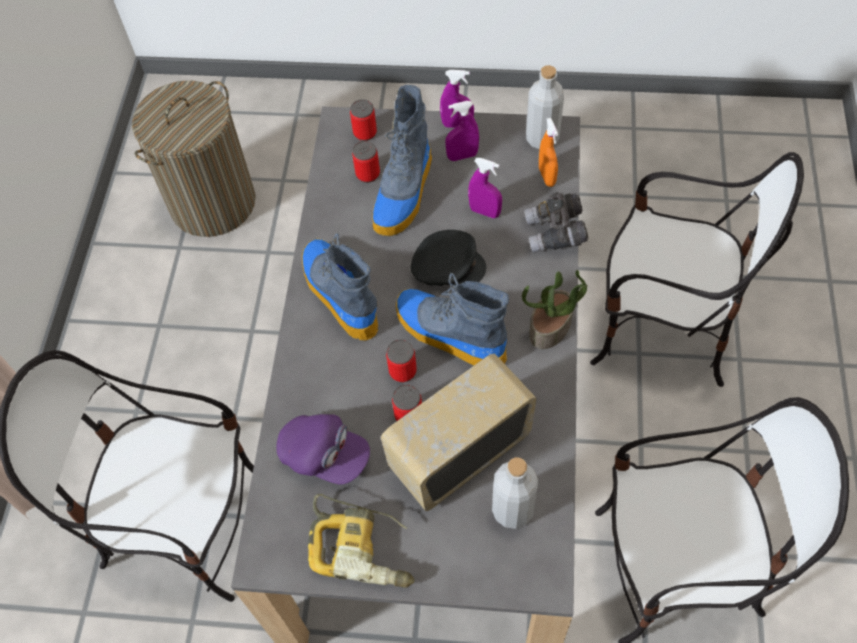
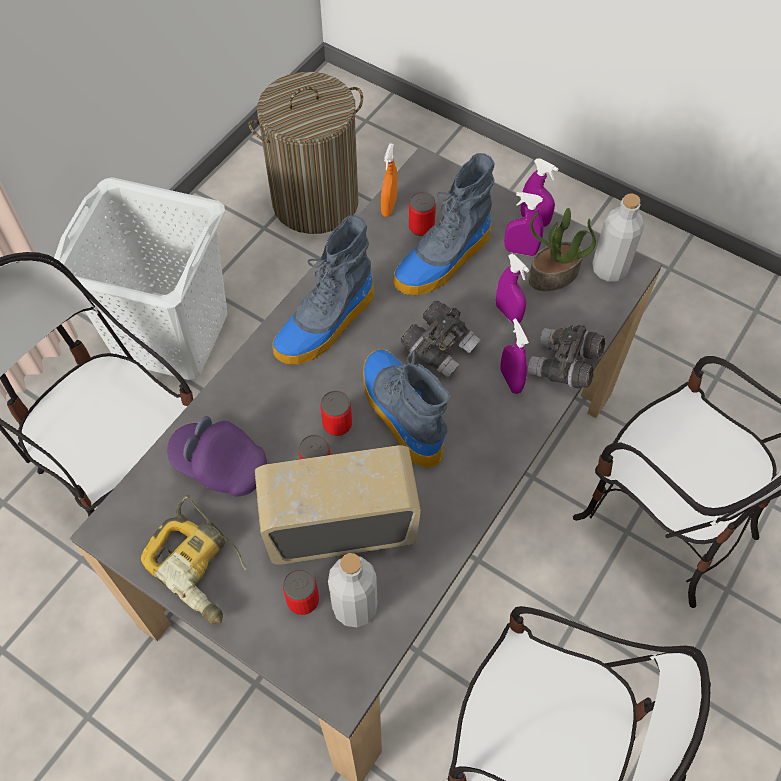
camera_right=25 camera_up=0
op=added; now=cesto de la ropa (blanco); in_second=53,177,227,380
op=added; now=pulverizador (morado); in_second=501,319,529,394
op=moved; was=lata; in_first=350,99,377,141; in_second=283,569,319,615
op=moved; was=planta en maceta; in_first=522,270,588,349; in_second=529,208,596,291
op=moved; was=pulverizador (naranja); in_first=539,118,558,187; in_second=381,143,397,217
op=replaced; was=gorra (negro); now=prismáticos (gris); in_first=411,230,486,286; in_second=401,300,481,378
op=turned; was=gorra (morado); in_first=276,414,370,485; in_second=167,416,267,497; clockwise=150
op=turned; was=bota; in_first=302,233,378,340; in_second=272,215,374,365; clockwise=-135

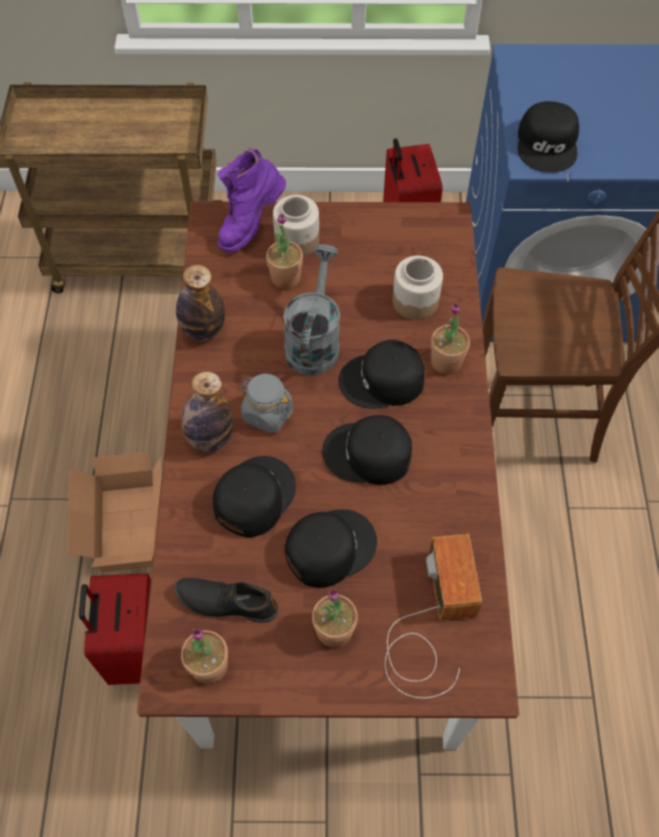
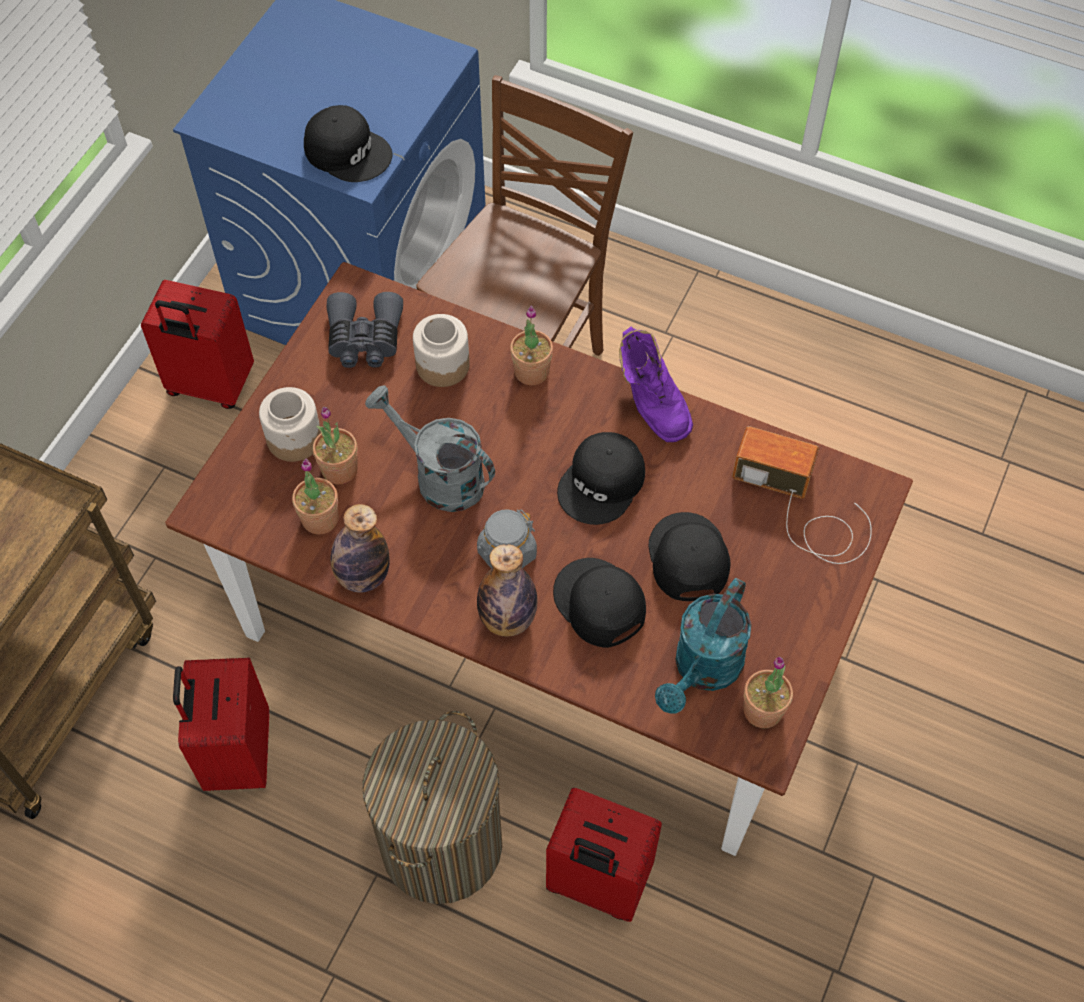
camera_right=-65 camera_up=0
op=removed; was=gorra (negro); in_first=339,340,425,409
op=added; now=maleta (rojo); in_second=173,658,269,791
op=added; now=prismáticos (gris); in_second=326,292,403,368
op=moved; was=bota (morado); in_first=218,148,286,252; in_second=619,326,693,442
op=moved; was=planta en maceta; in_first=312,590,358,648; in_second=292,459,339,534
op=replaced; was=caja de cartón; now=cesto de la ropa; in_first=67,452,162,572; in_second=363,711,502,904
op=replaced; was=zapato (negro); now=regadera (turquesa); in_first=174,578,278,623; in_second=655,578,752,714

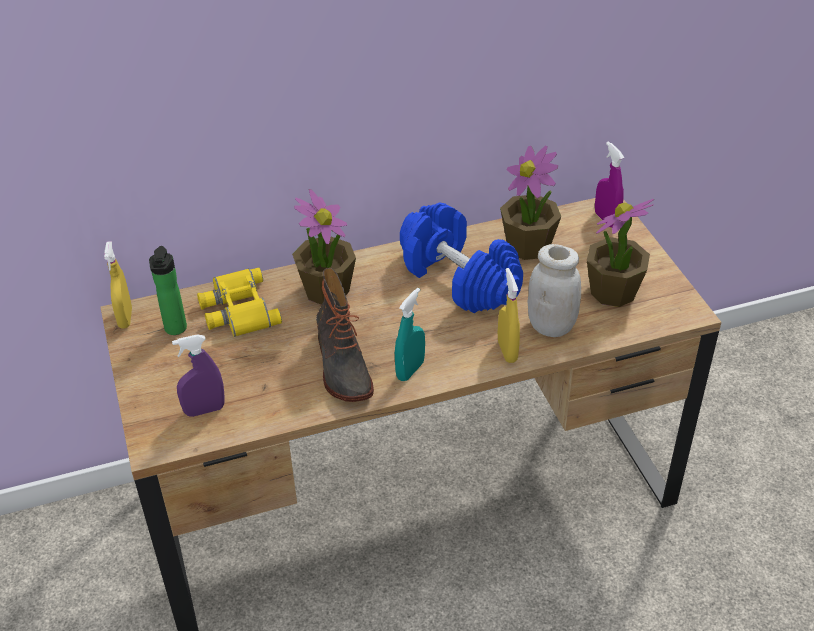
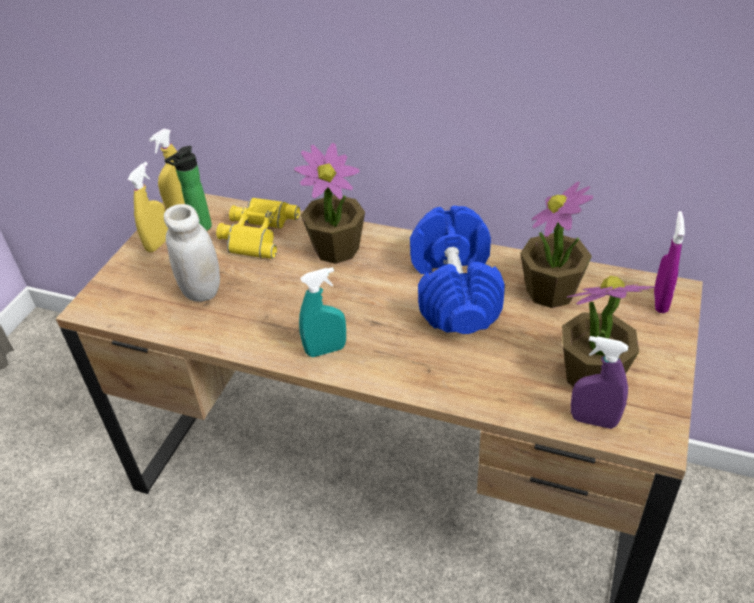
camera_right=40 camera_up=0
op=removed; was=bota; in_first=316,268,374,402
op=moved; was=pulverizador (morado); in_first=172,334,225,417; in_second=571,336,628,429
op=moved; was=pulverizador (amarillo); in_first=498,268,520,363; in_second=127,162,168,253
op=moved; was=tarro (blanco); in_first=528,244,581,337; in_second=164,204,220,302

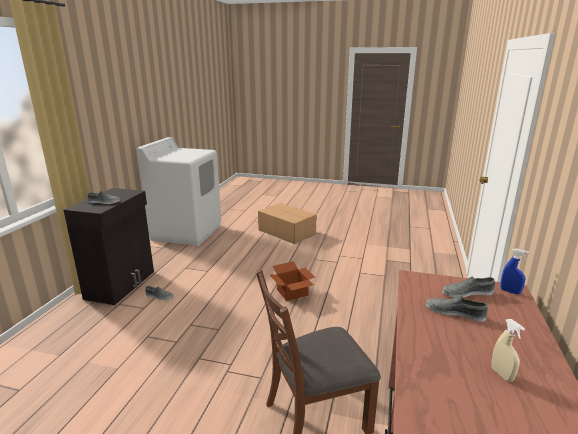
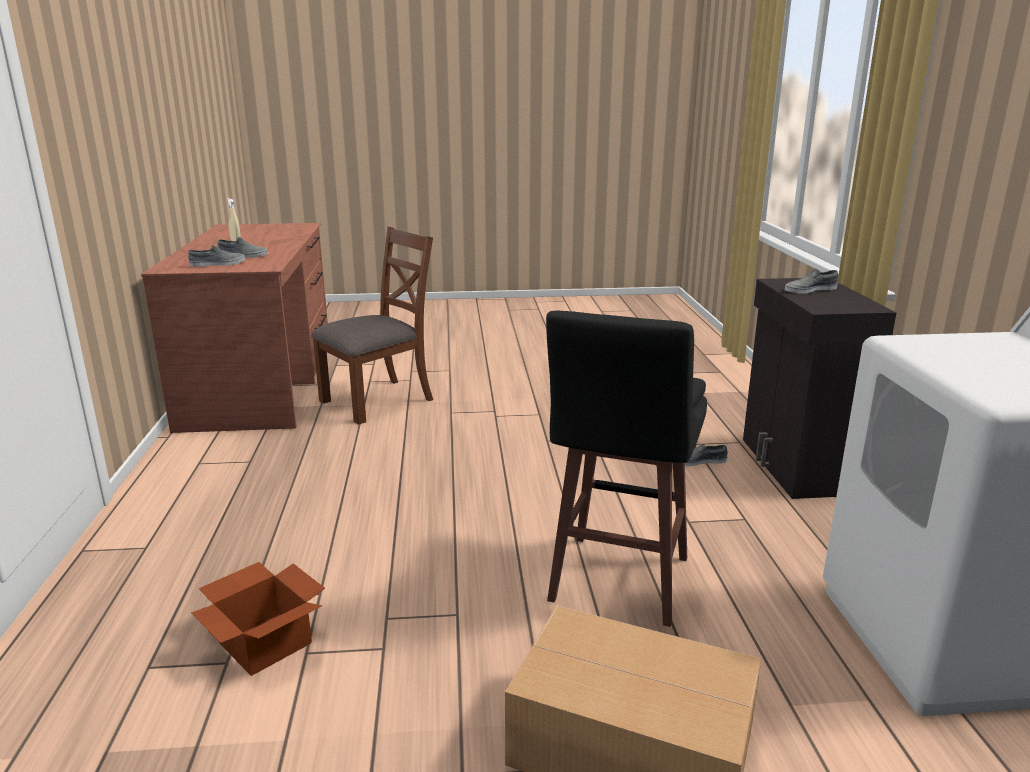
camera_right=160 camera_up=0
op=removed; was=pulverizador (azul); in_first=500,248,529,294
op=added; now=taburete (negro); in_second=546,311,707,627
op=moved; was=caja de cartón; in_first=270,261,315,301; in_second=191,562,325,676

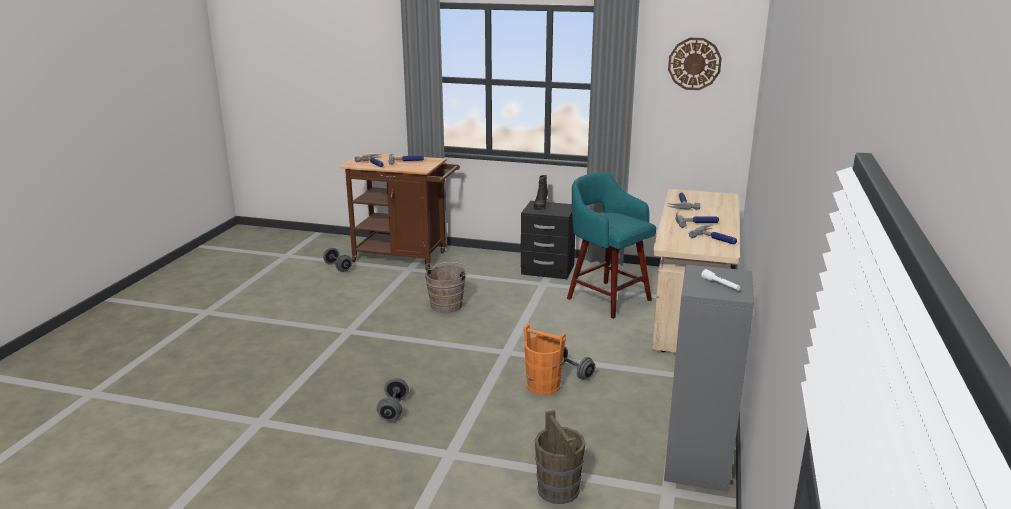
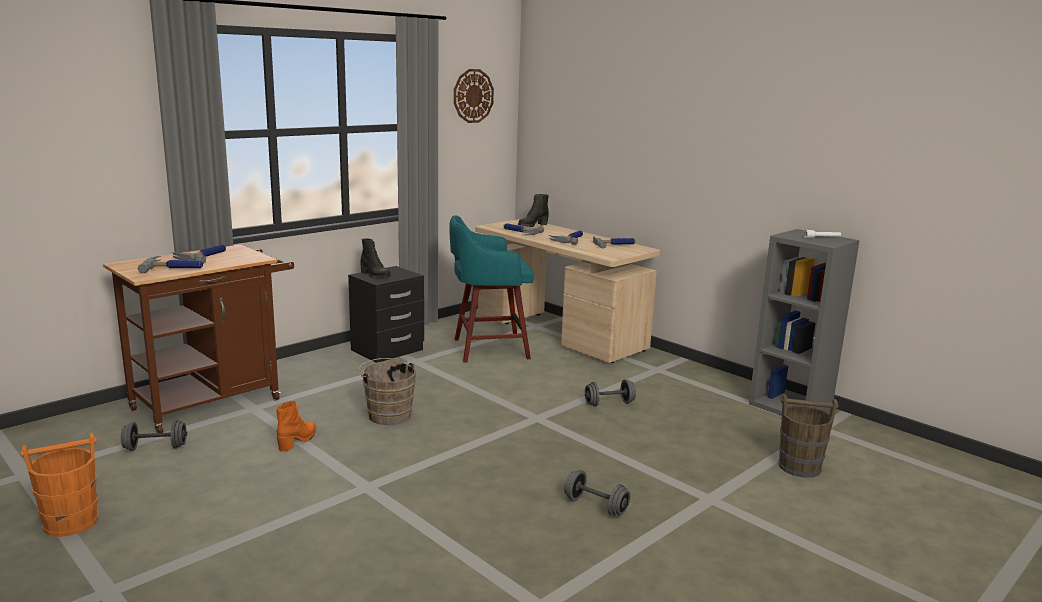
camera_right=-60 camera_up=-5
op=added; now=bota (naranja); in_second=276,401,316,452
op=added; now=bota (negro); in_second=518,194,549,227
op=moved; was=cubo (naranja); in_first=524,324,566,395; in_second=20,433,98,537

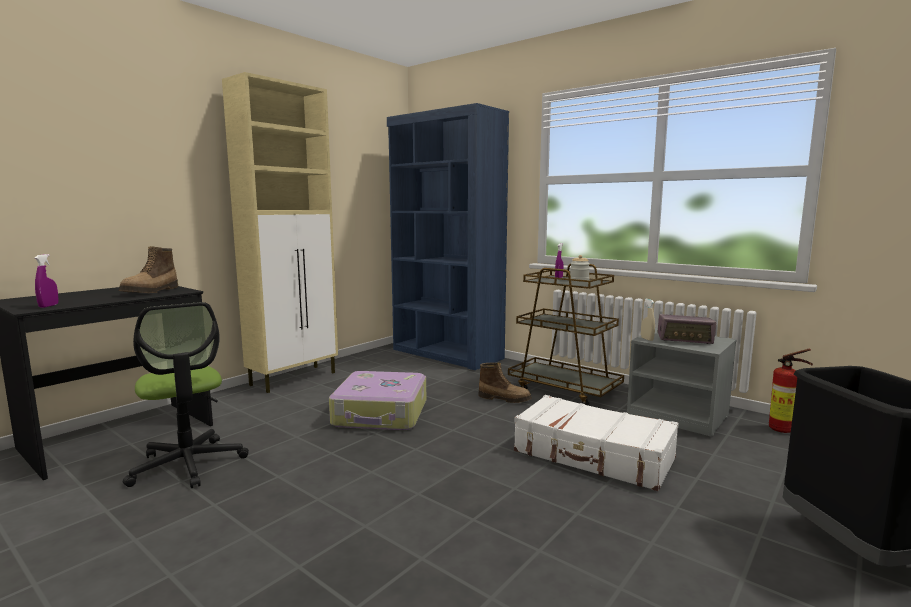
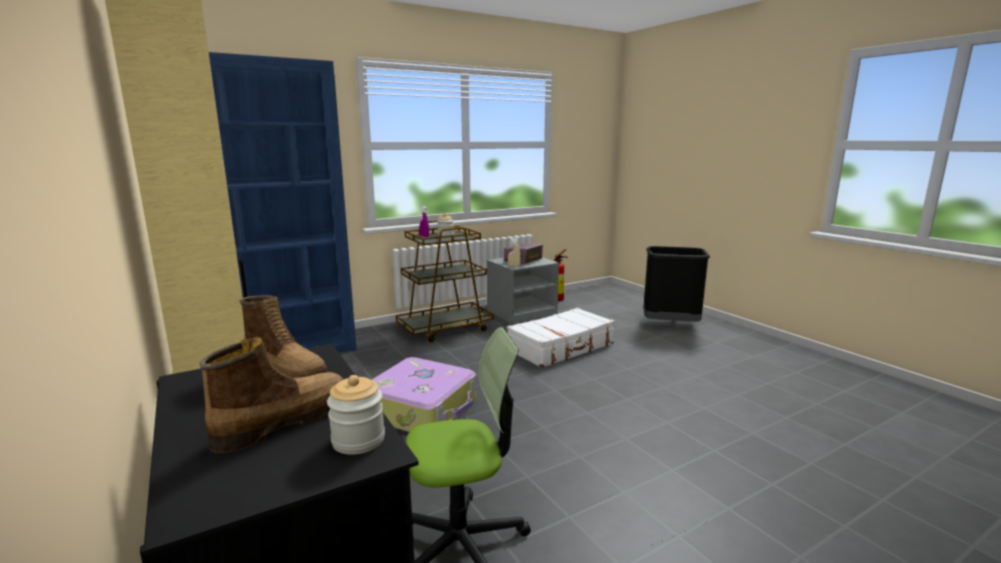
camera_right=-70 camera_up=5
op=moved; was=bota; in_first=478,362,532,403; in_second=200,337,343,453
op=replaced; was=pulverizador (morado); now=tarro; in_first=35,254,59,308; in_second=327,375,385,455

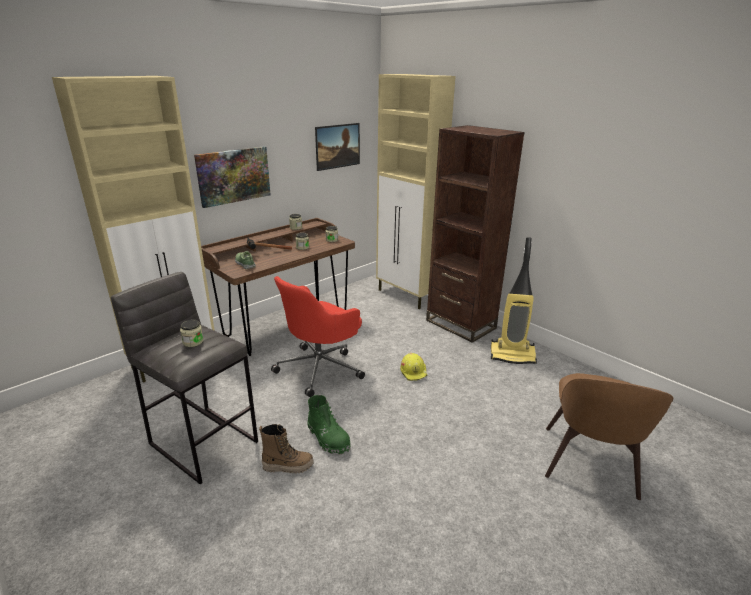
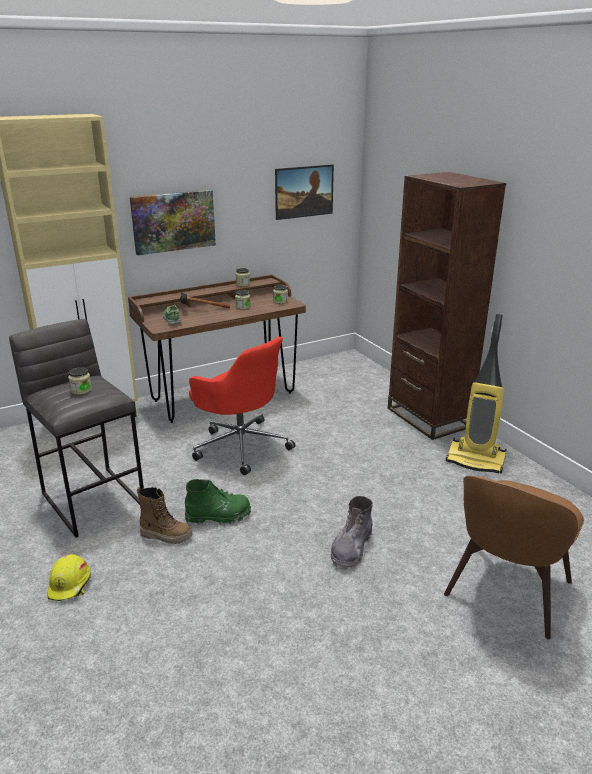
camera_right=15 camera_up=0
op=removed; was=armario (beis); in_first=376,74,456,309
op=added; now=bota (gris); in_second=330,496,373,570
op=moved; was=casco (amarillo); in_first=400,353,428,381; in_second=47,554,91,601
op=turned; was=silla de oficina (rojo); in_first=271,276,365,397; in_second=189,336,295,475; clockwise=-105
op=turned; was=bota (verde); in_first=308,395,351,455; in_second=185,479,251,524; clockwise=-75

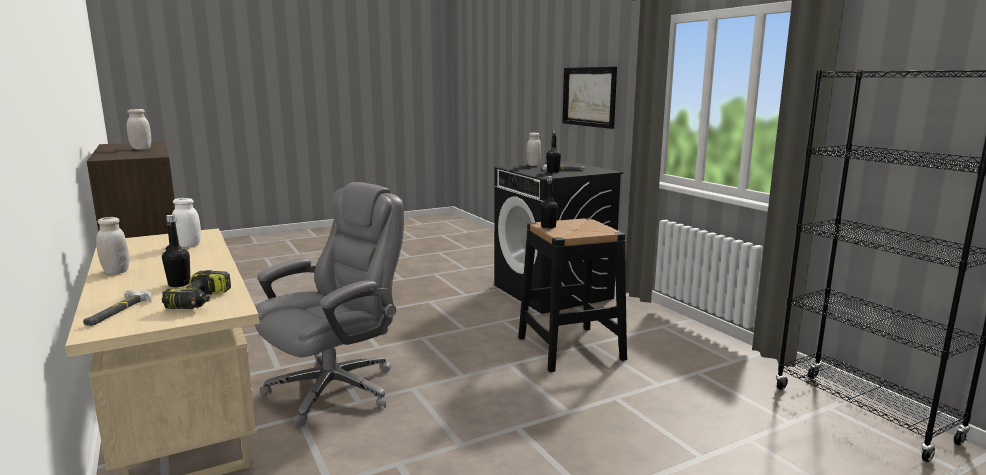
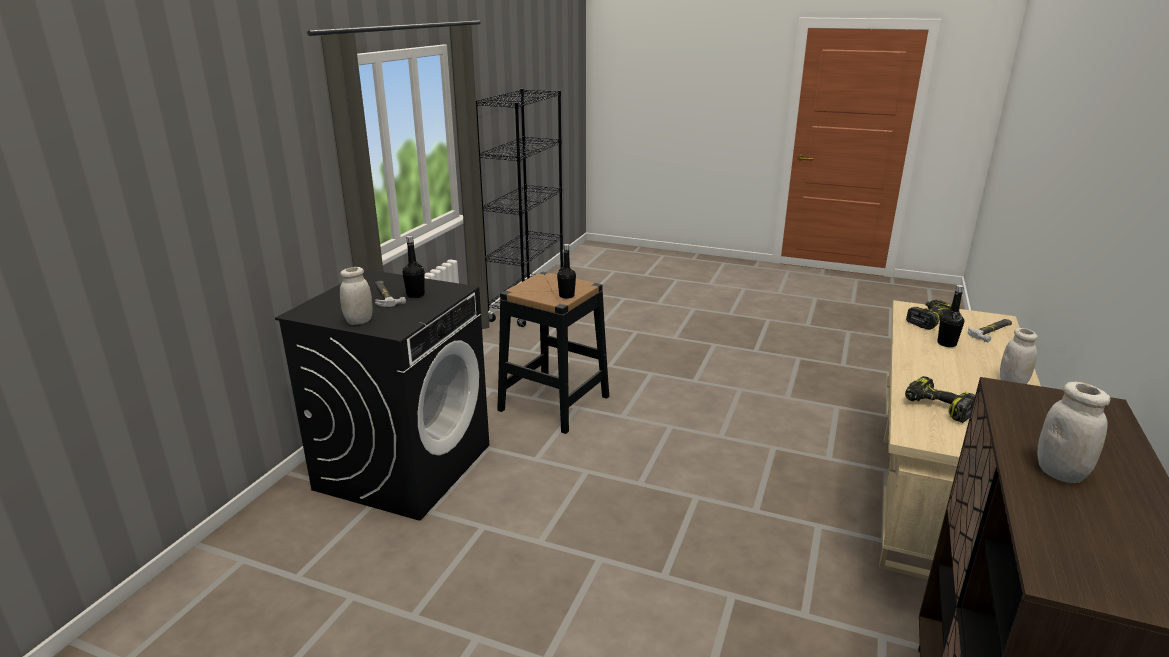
camera_right=-130 camera_up=10
op=removed; was=silla de oficina (gris); in_first=255,182,404,427
op=removed; was=cuadro; in_first=562,67,617,129
op=replaced; was=tarro (blanco); now=taladro; in_first=172,198,201,247; in_second=905,376,975,423

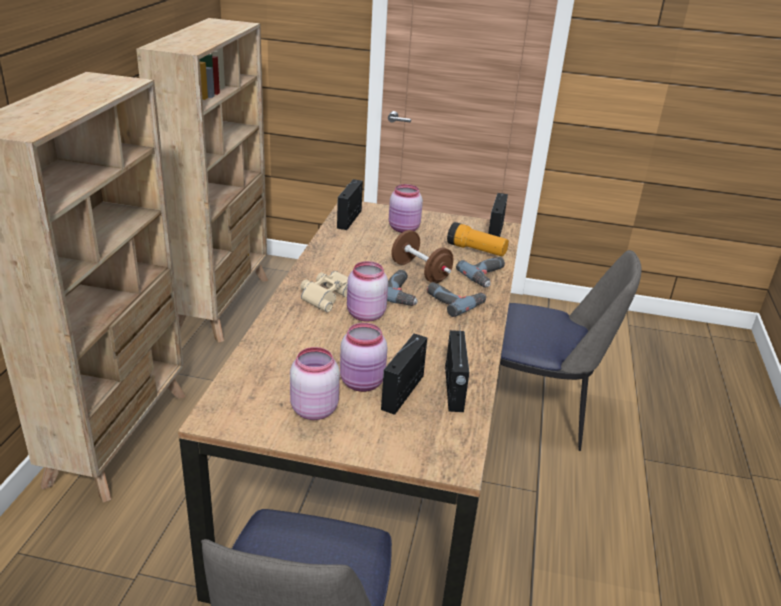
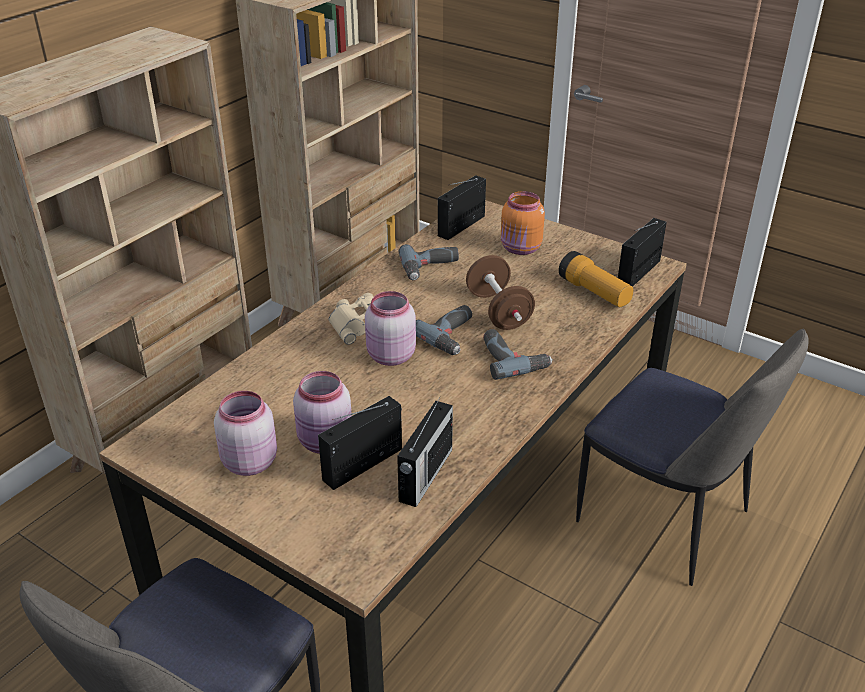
camera_right=25 camera_up=5
op=moved; was=taladro; in_first=456,257,505,288; in_second=399,244,459,280
op=recoloured; was=tarro (rosa); now=tarro (naranja); in_first=389,184,423,233; in_second=501,191,545,255

